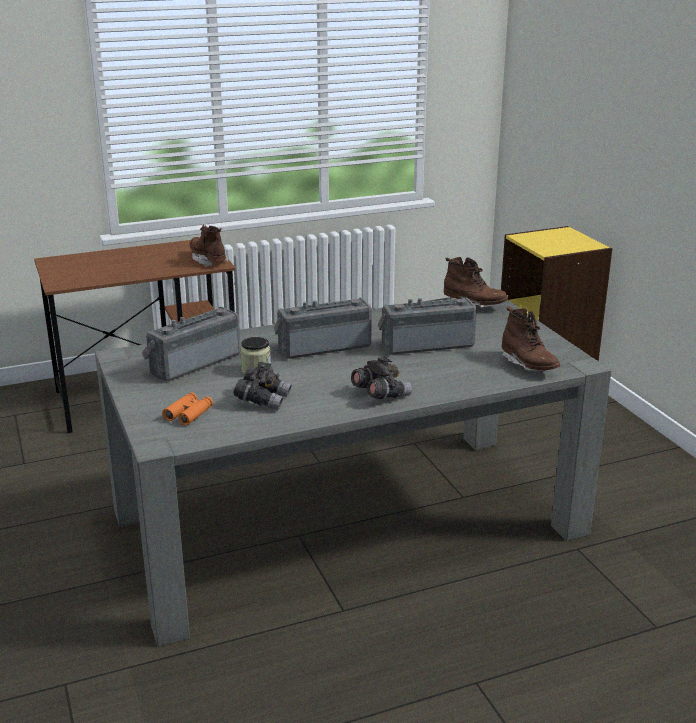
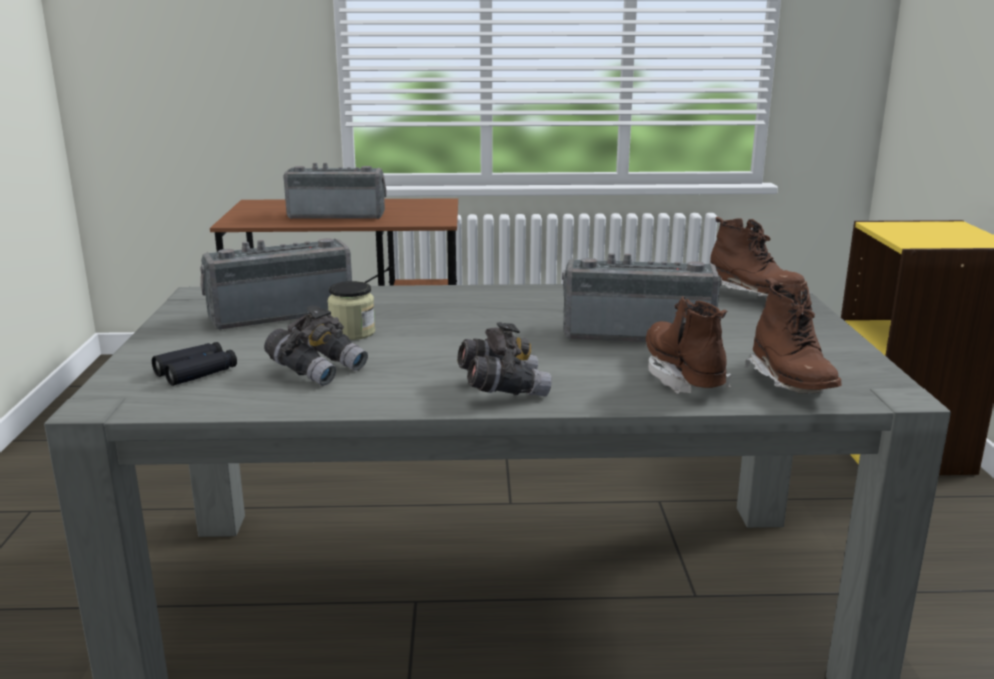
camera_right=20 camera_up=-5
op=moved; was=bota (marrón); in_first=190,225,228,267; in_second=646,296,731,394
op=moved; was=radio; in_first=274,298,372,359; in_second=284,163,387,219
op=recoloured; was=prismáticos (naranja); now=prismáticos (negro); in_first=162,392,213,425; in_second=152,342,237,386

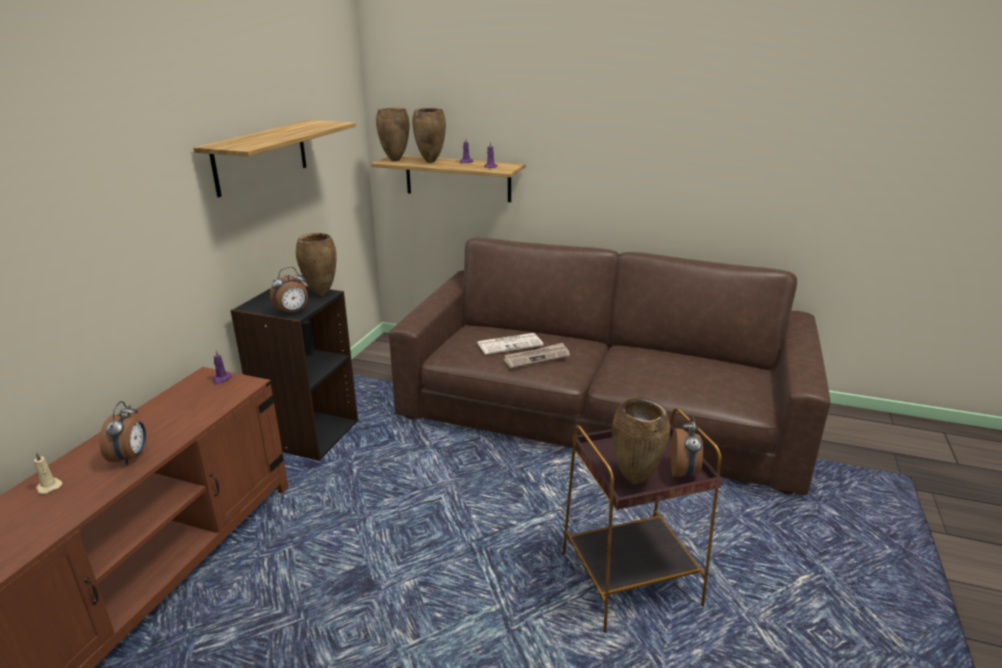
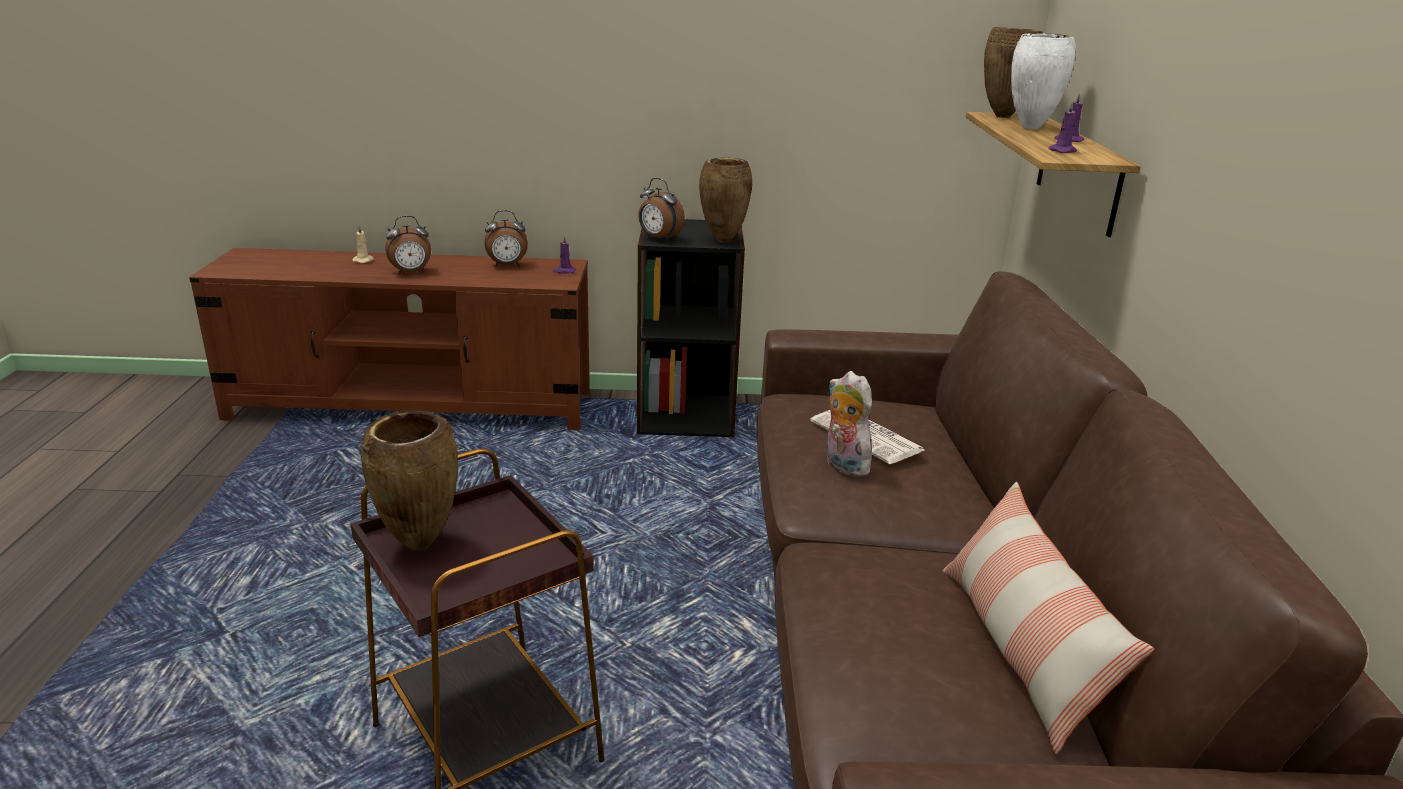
camera_right=70 camera_up=0
op=removed; was=estante; in_first=193,120,356,197
op=added; now=cojín; in_second=943,482,1154,754
op=moved; was=despertador; in_first=671,416,703,481; in_second=485,210,528,267
op=replaced; was=periódico; now=peluche; in_first=504,343,570,368; in_second=826,371,872,477
op=recoloured; was=florero (marrón); now=florero (blanco); in_first=412,108,446,163; in_second=1011,33,1076,130

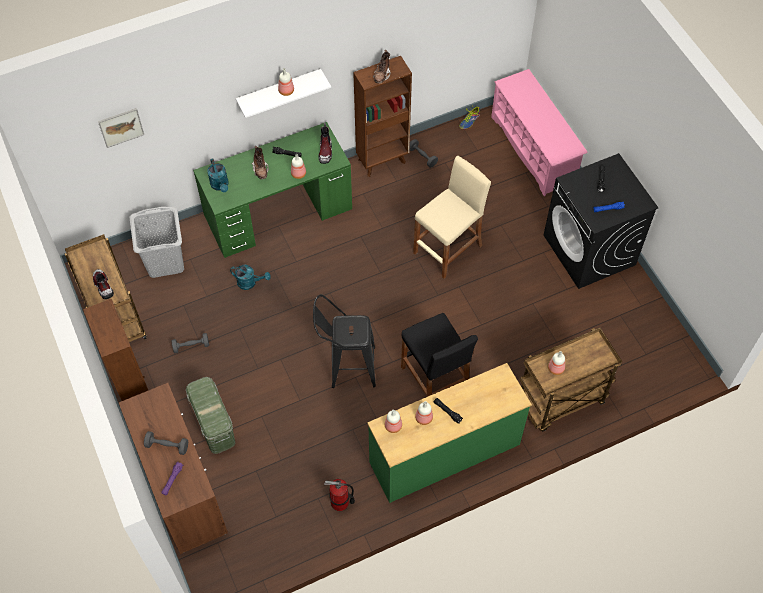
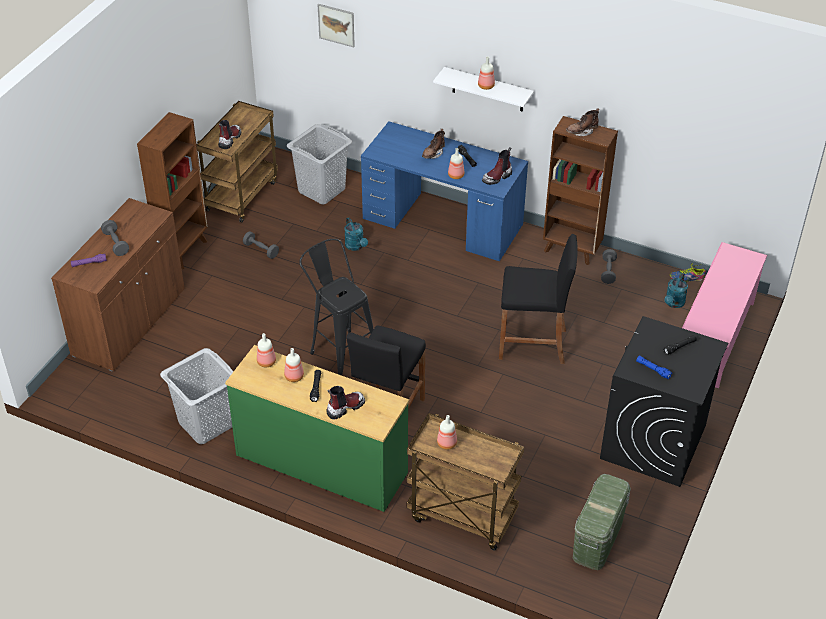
camera_right=50 camera_up=-15
op=added; now=bota; in_second=326,386,365,419
op=moved; was=caja de almacenaje (verde); in_first=186,377,235,454; in_second=573,474,631,570
op=moved; was=regadera (turquesa); in_first=207,159,229,192; in_second=664,273,688,308
op=replaced; was=extintor; now=cesto de la ropa (gris); in_first=324,479,355,511; in_second=160,348,233,444
op=recoloured; was=escritorio (verde); now=escritorio (azul); in_first=193,122,352,258; in_second=361,121,528,261
op=recoloured; was=taburete (beis); now=taburete (negro); in_first=413,156,491,279; in_second=499,234,578,364

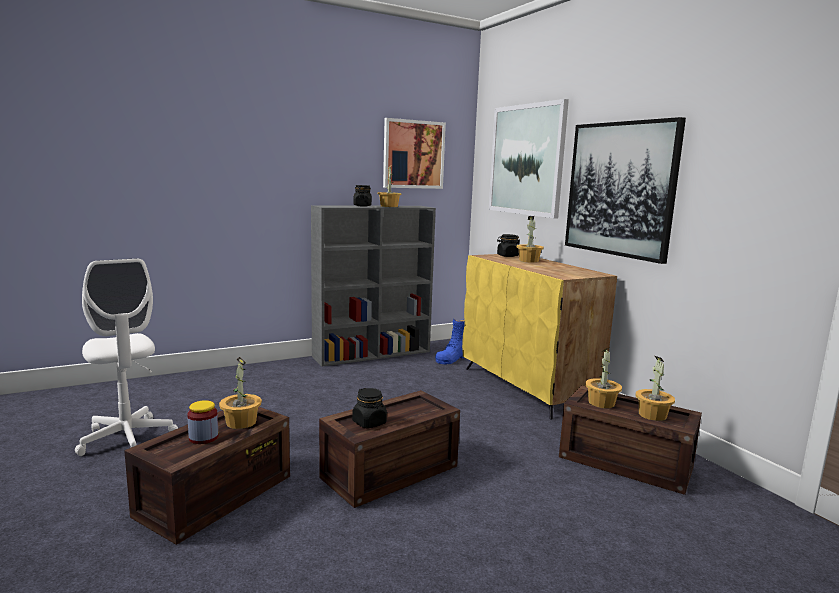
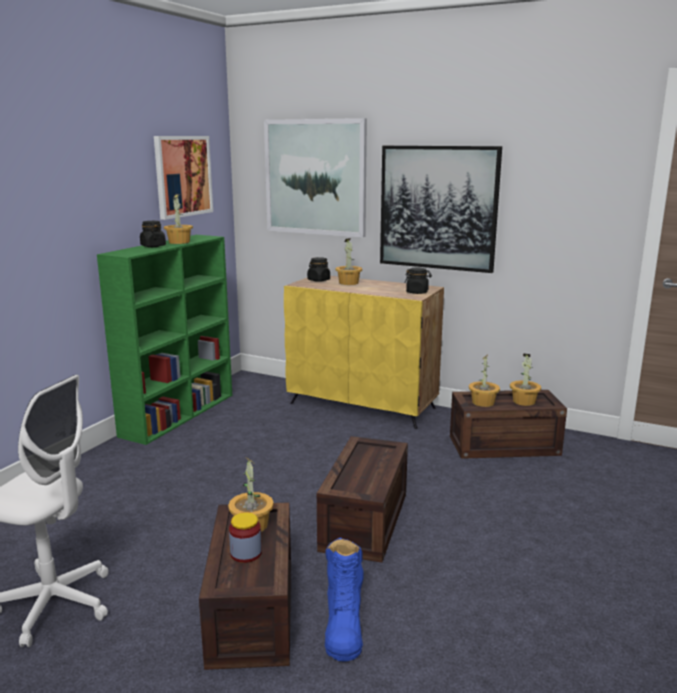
camera_right=-35 camera_up=5
op=moved; was=tarro (negro); in_first=352,388,387,428; in_second=405,268,432,294
op=moved; was=bota (azul); in_first=435,319,465,364; in_second=325,538,363,662
op=recoloured; was=estantería (gris); now=estantería (verde); in_first=311,205,436,366; in_second=97,235,232,445

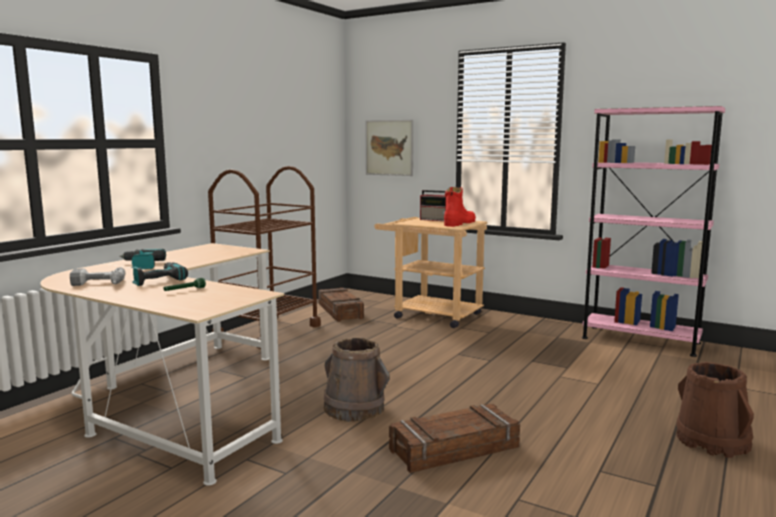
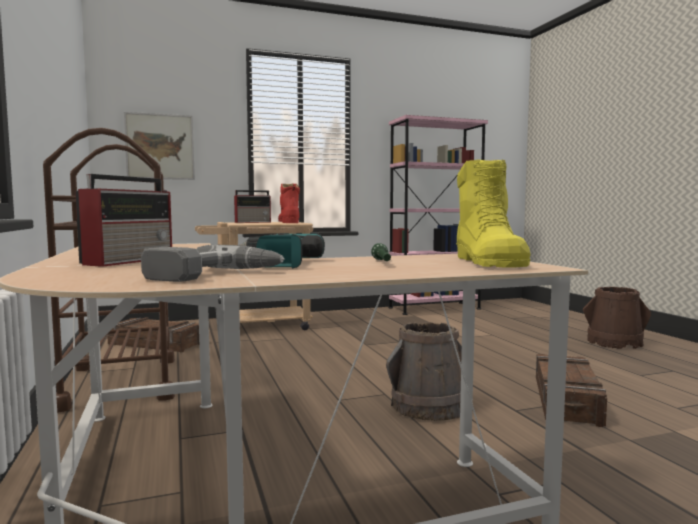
camera_right=-50 camera_up=-5
op=added; now=bota (amarillo); in_second=456,160,531,268
op=replaced; was=taladro; now=radio; in_first=119,249,166,269; in_second=75,174,172,267

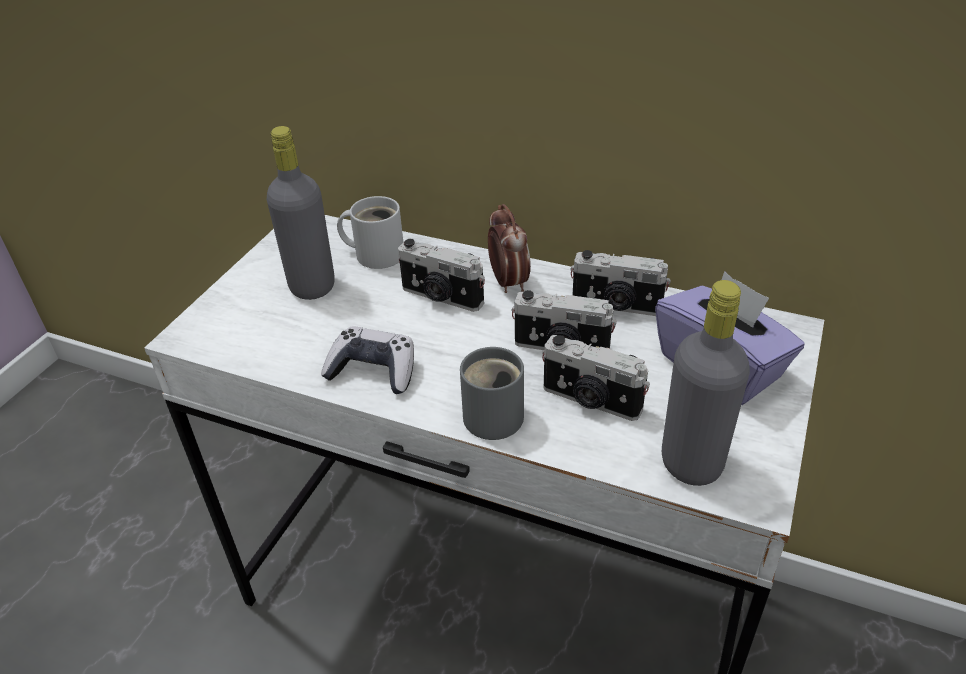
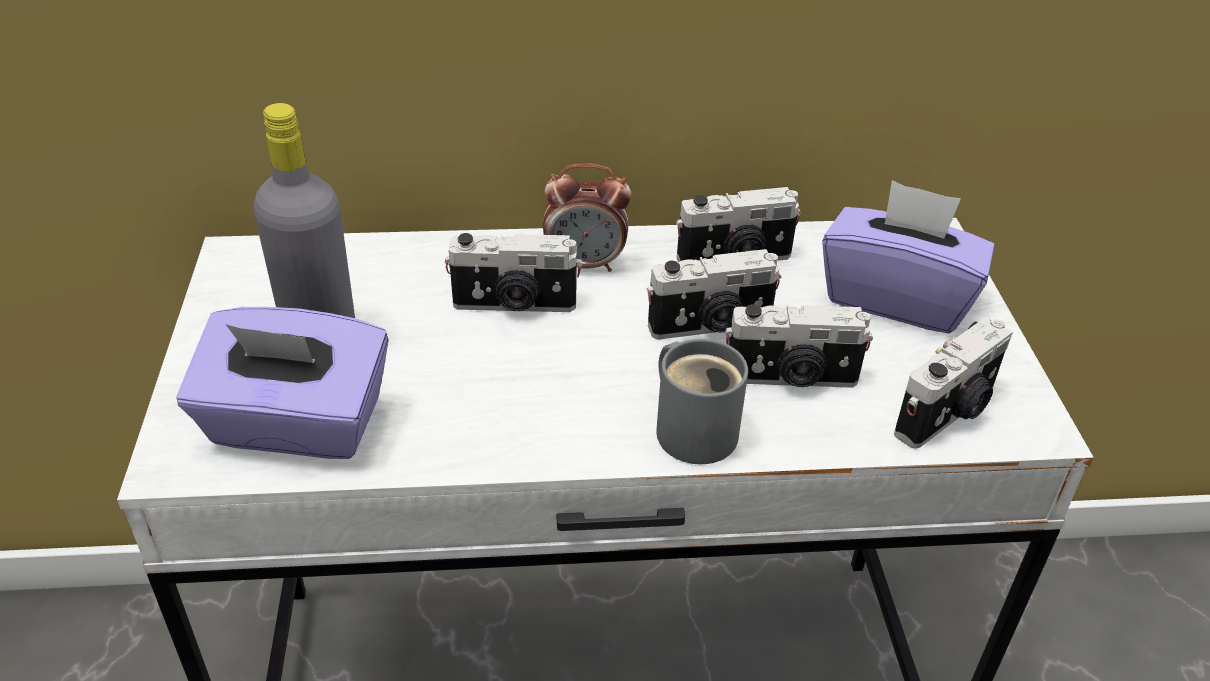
camera_right=-30 camera_up=0
op=removed; was=mando de consola; in_first=321,327,414,394
op=removed; was=taza grande (blanco); in_first=337,196,403,269
op=added; now=caja de pañuelos (morado); in_second=176,307,389,459
op=replaced; was=botella (gris); now=cámara; in_first=662,280,750,486; in_second=894,317,1013,449
op=turned; was=despertador; in_first=488,204,531,293; in_second=543,163,631,272; clockwise=135

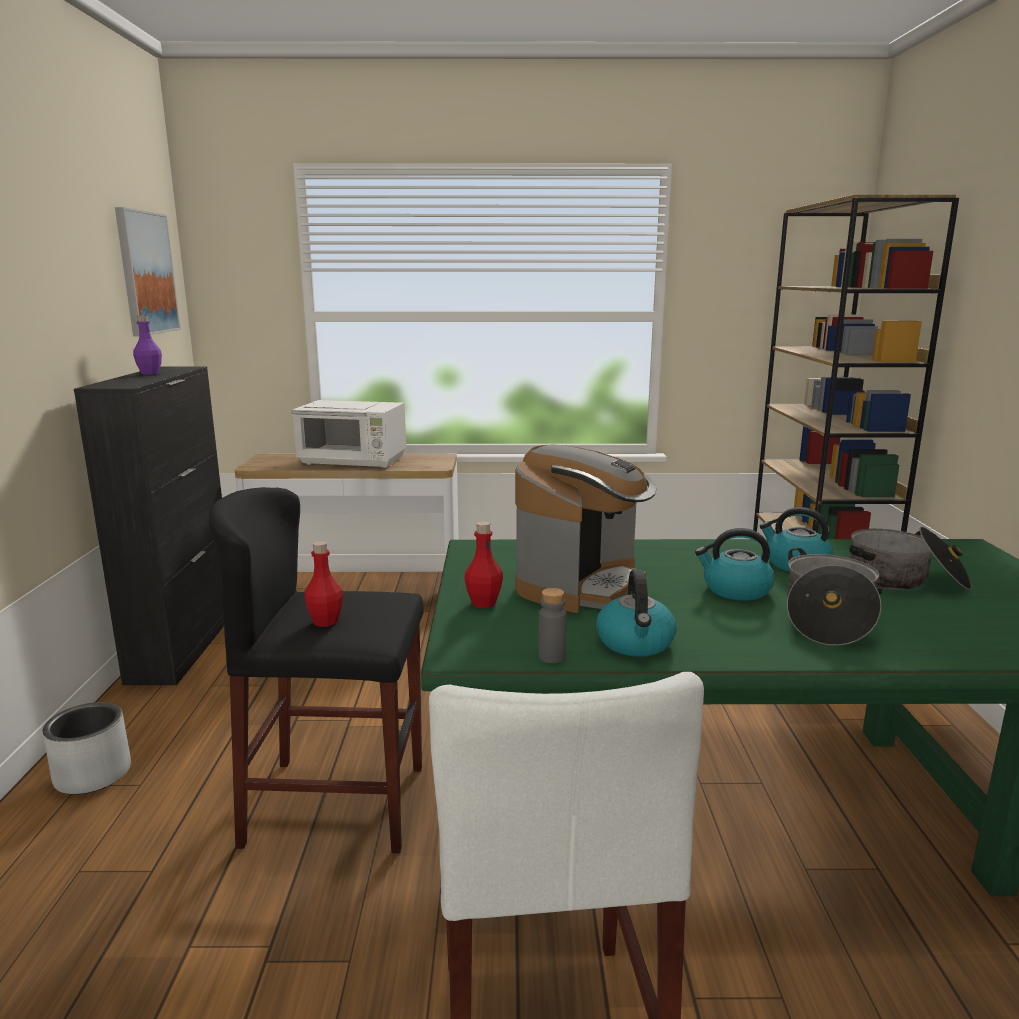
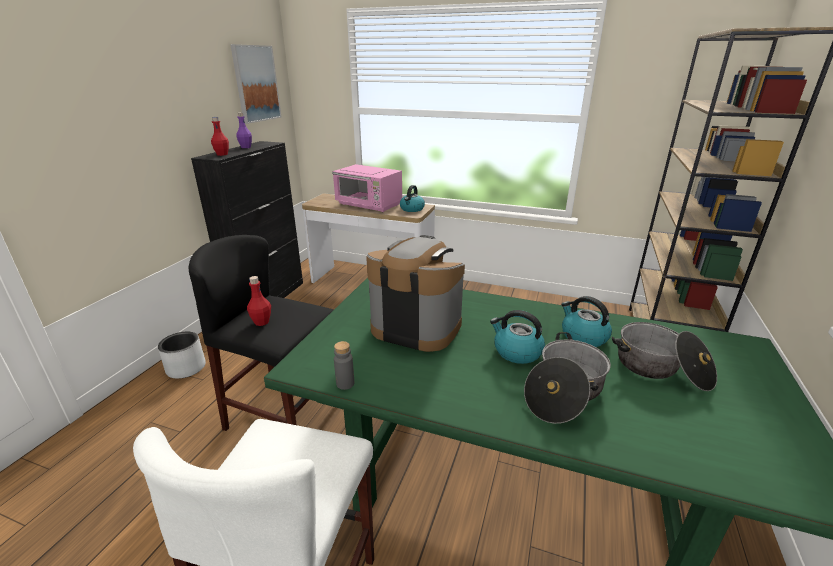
camera_right=20 camera_up=10
op=moved; was=botella (rojo); in_first=464,521,503,608; in_second=211,117,229,156
op=moved; was=hervidor; in_first=596,570,677,657; in_second=400,185,425,212
op=recoloured; was=microondas (blanco); now=microondas (rosa); in_first=291,400,406,468; in_second=332,164,402,212
op=turned; was=cafetera; in_first=515,444,657,613; in_second=366,235,465,352; clockwise=-120

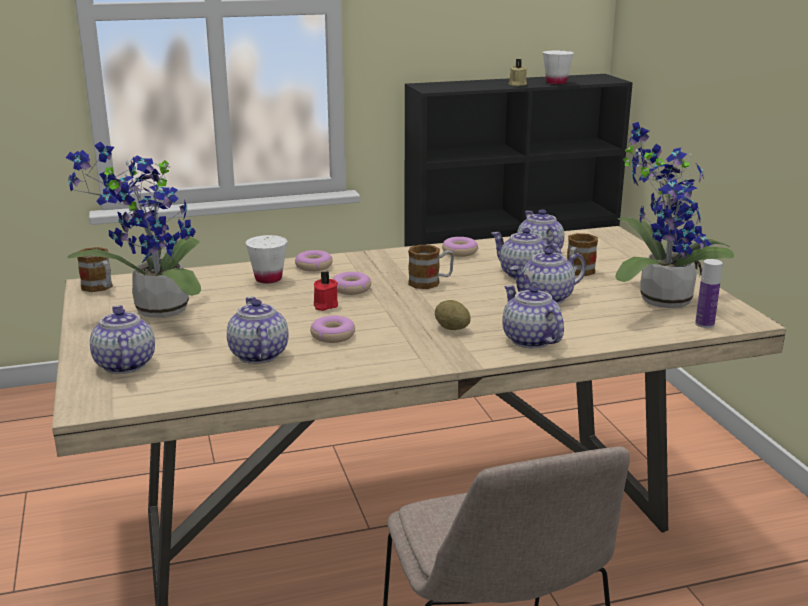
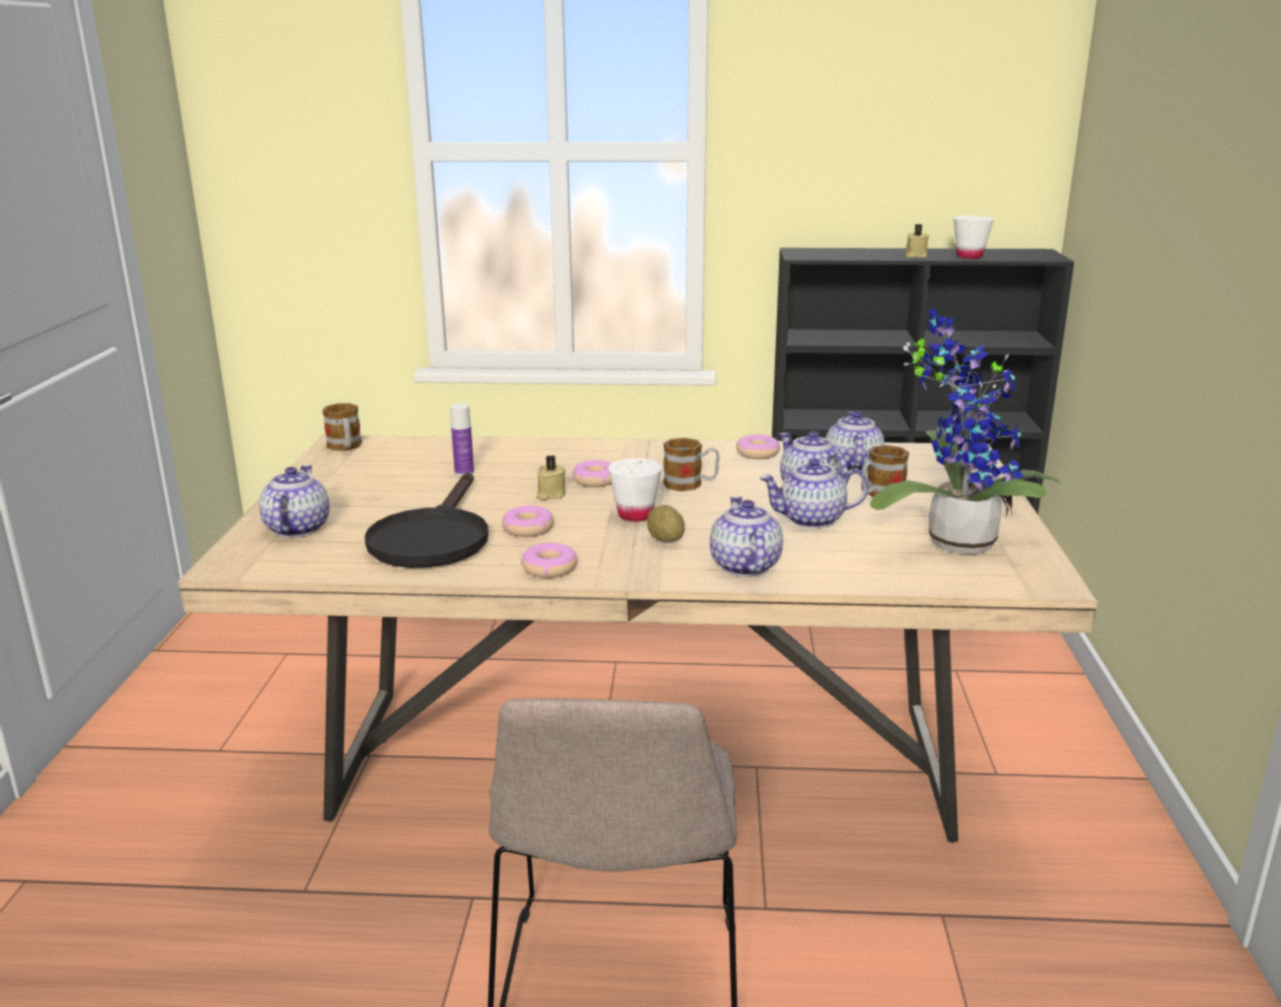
camera_right=20 camera_up=0
op=removed; was=planta en maceta; in_first=66,141,201,318
op=moved; was=taza (blanco); in_first=246,235,287,284; in_second=608,458,662,522
op=moved; was=rosquilla; in_first=295,250,333,272; in_second=521,543,578,578
op=moved; was=botella; in_first=695,259,722,328; in_second=450,403,474,476
op=replaced; was=tetera; now=sartén (negro); in_first=227,297,288,364; in_second=364,473,489,568
op=recoloured; was=vela (rojo); now=vela (beis); in_first=314,271,338,311; in_second=536,455,566,500

